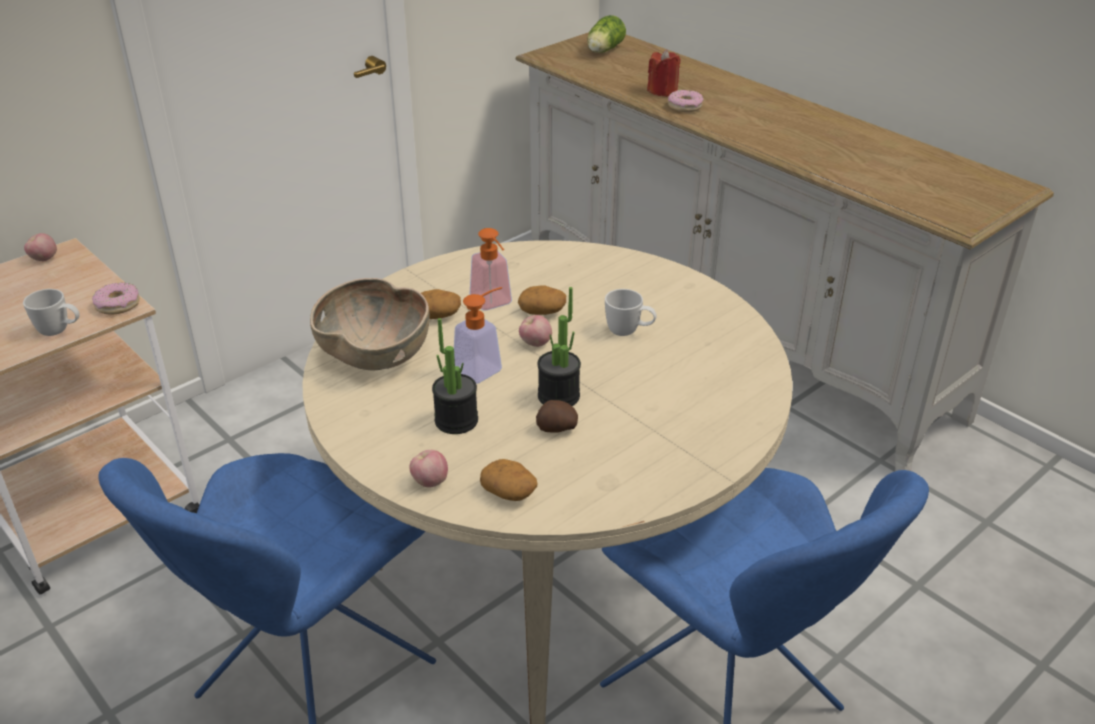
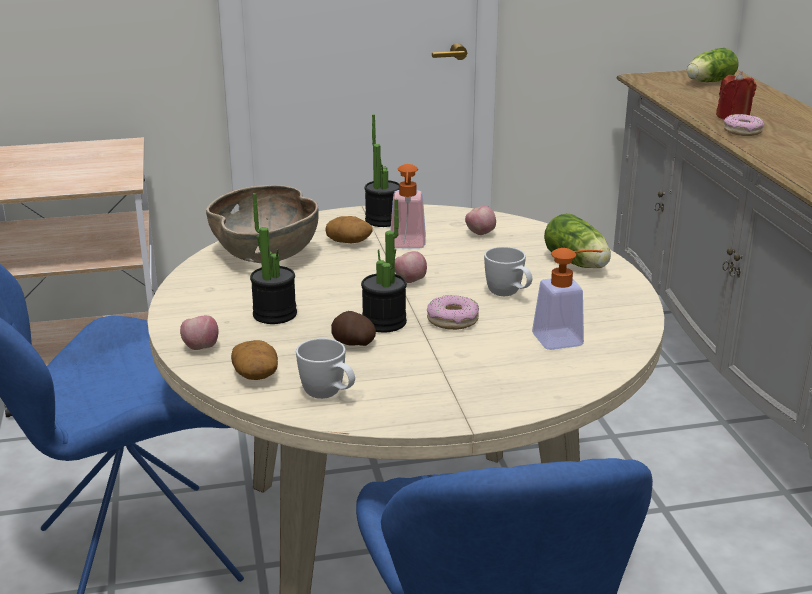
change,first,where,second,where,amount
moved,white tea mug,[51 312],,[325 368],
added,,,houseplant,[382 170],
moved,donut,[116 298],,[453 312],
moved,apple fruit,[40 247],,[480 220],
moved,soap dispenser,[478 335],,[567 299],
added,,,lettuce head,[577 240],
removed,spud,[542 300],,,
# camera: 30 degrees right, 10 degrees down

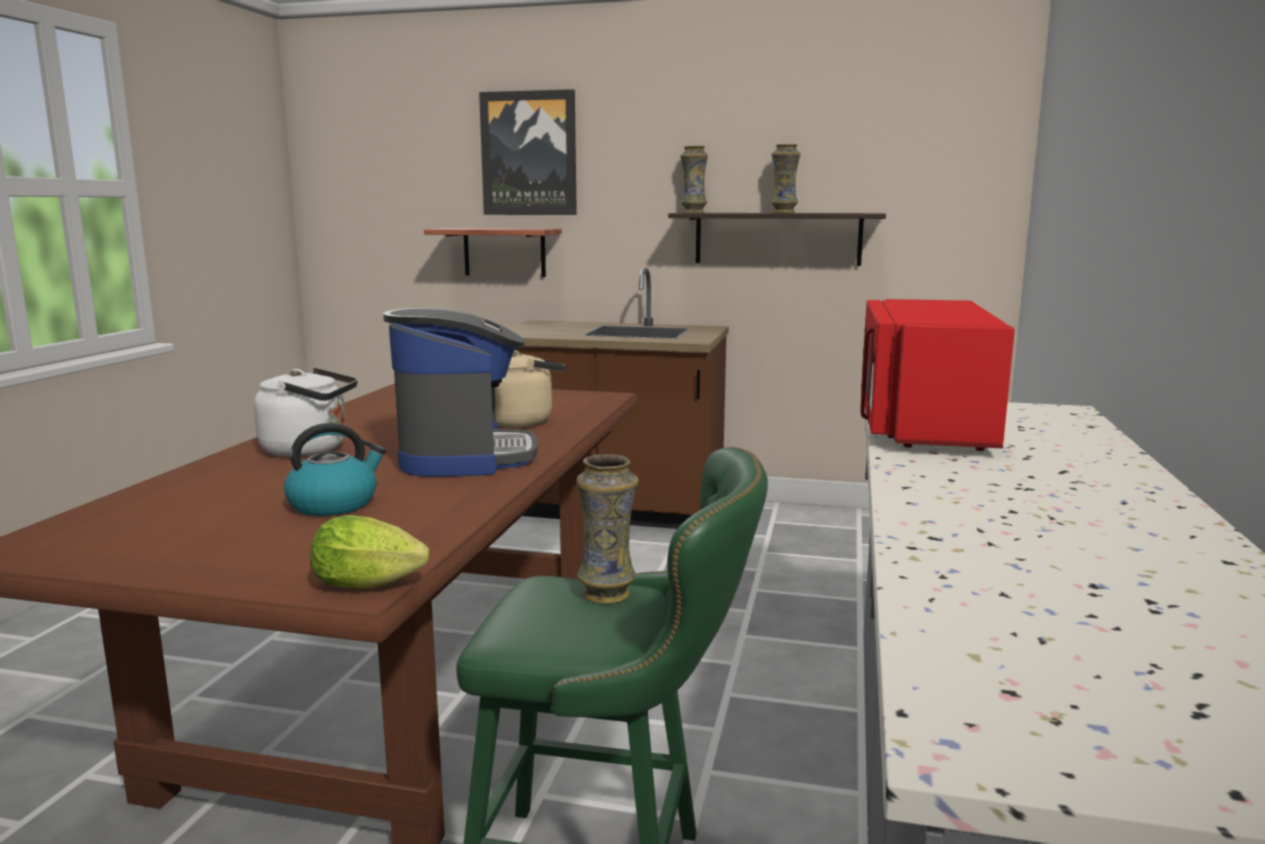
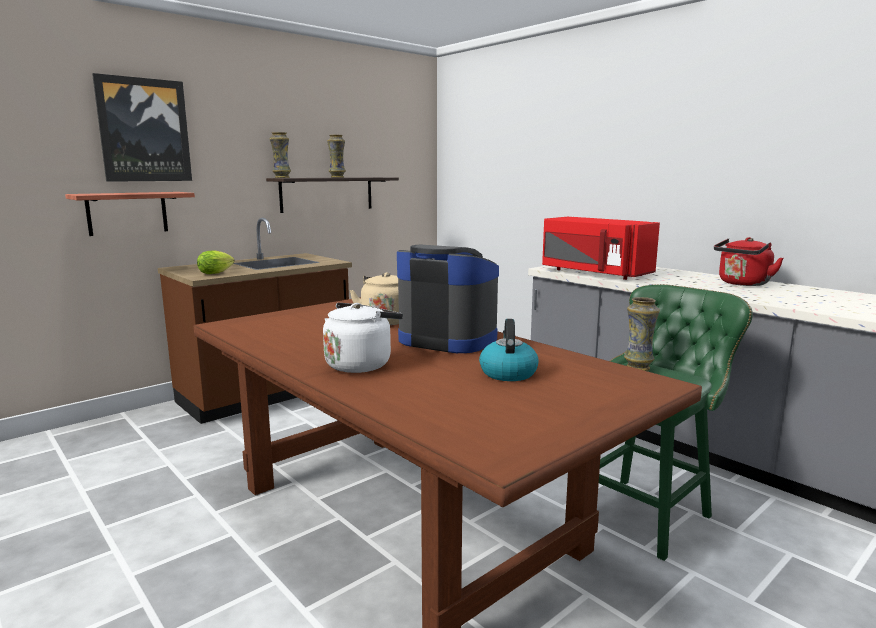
change,first,where,second,where,amount
moved,lettuce head,[369 552],,[215 262],
added,,,red kettle,[749 261],
# camera: 55 degrees left, 0 degrees up

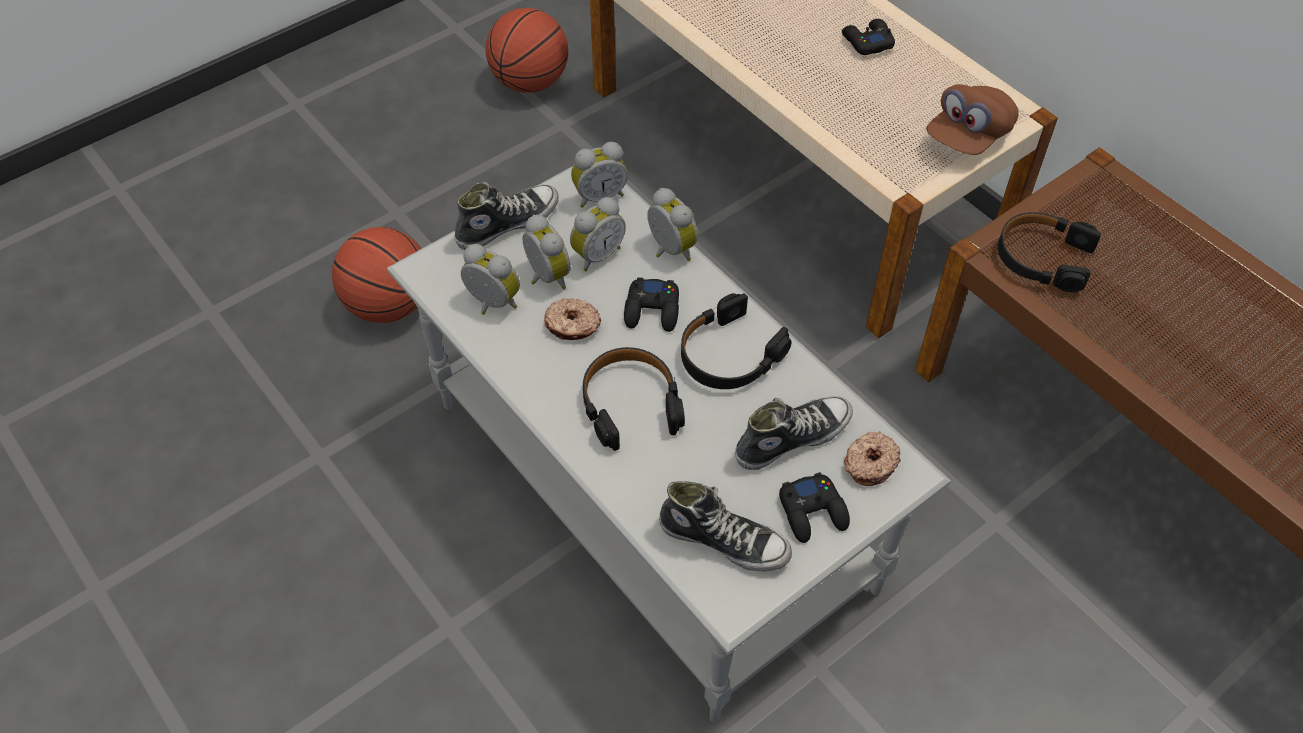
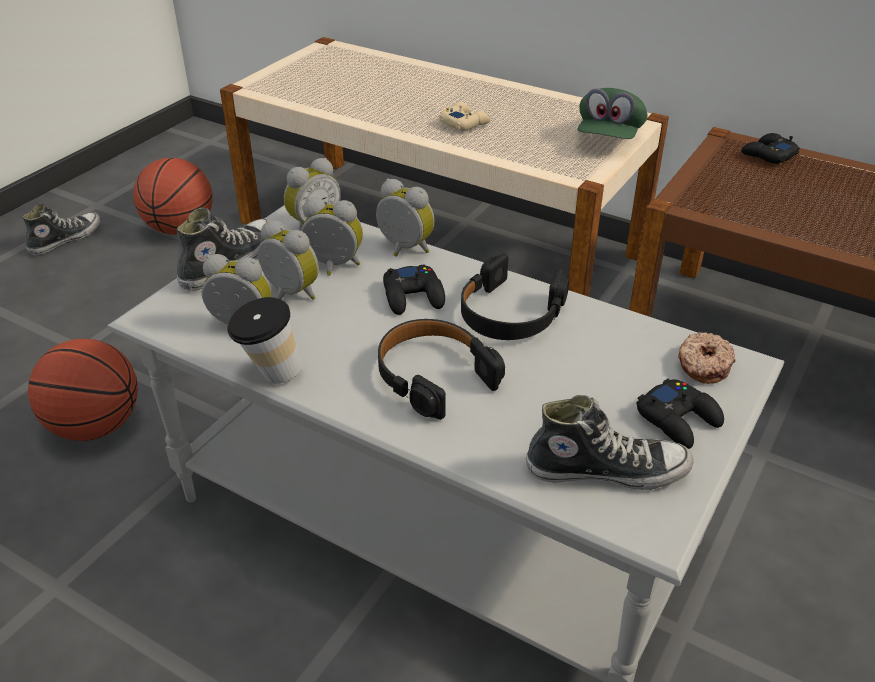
change,first,where,second,where,amount
moved,item of footwear,[794 433],,[61 229],
added,,,cup,[264 340],
turned,bedside clock,[598 234],,[332 236],105 degrees counterclockwise
added,,,sand-coloured joypad,[465 117],
recoloured,brownish baseball cap,[972 119],green-coloured baseball cap,[612 113],
moved,black joypad,[868 37],,[770 148],
removed,donut,[572 319],,,
removed,black headset,[1049 252],,,
# camera: 20 degrees left, 15 degrees down

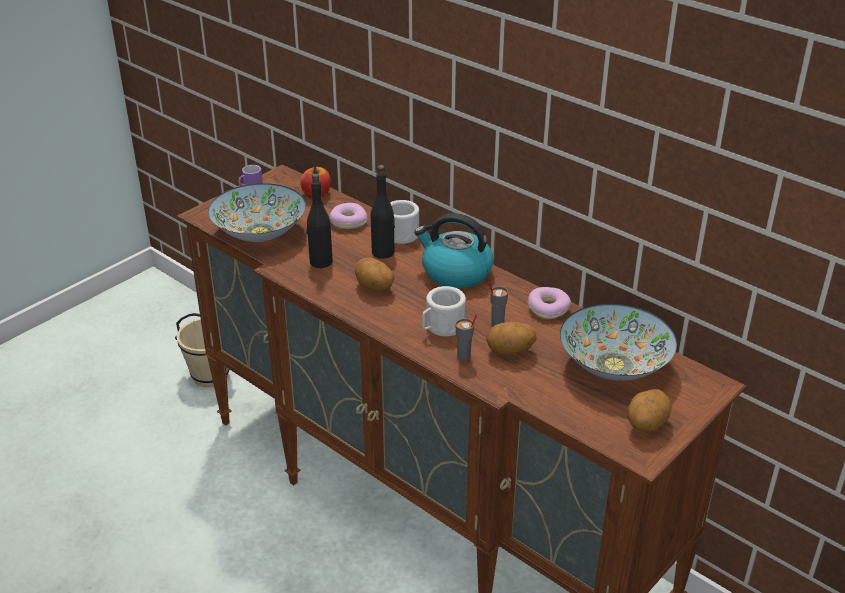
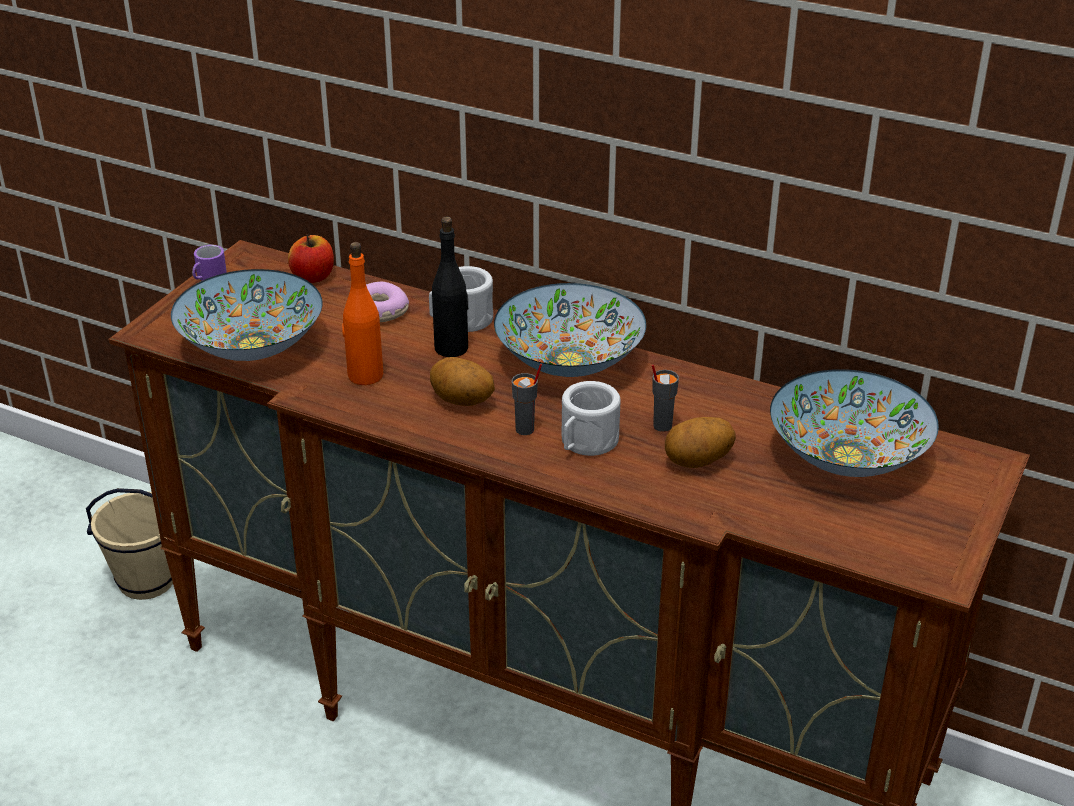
change,first,where,second,where,amount
recoloured,black drink bottle,[319 221],orange drink bottle,[362 313],
replaced,kettle,[453 251],serving bowl,[570 330],
moved,grey cup,[466 338],,[527 399],
removed,donut,[549 303],,,
removed,spud,[649 410],,,
# camera: 15 degrees left, 0 degrees up

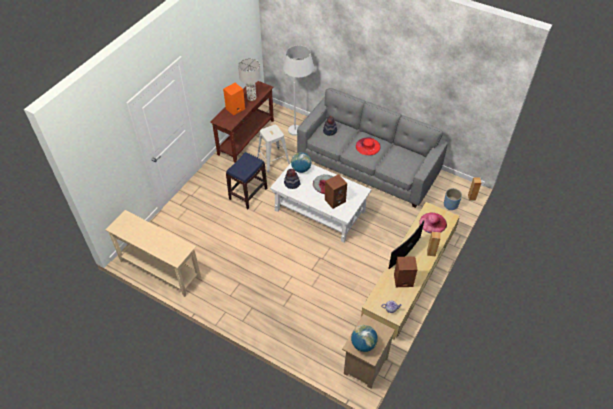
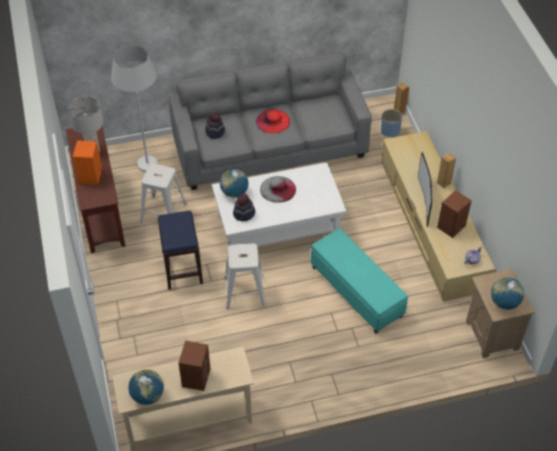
change,first,where,second,where,amount
added,,,globe,[146 387],
moved,brownish audio speaker,[336 191],,[194 366],
added,,,white stool,[245 276],
added,,,turquoise-coloured footrest,[359 281],
removed,pink-coloured hat,[433 223],,,
# camera: 45 degrees left, 0 degrees up

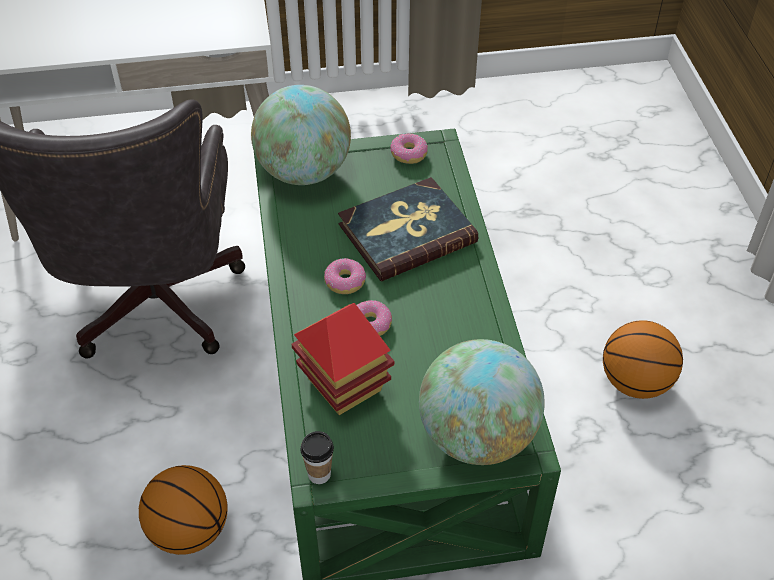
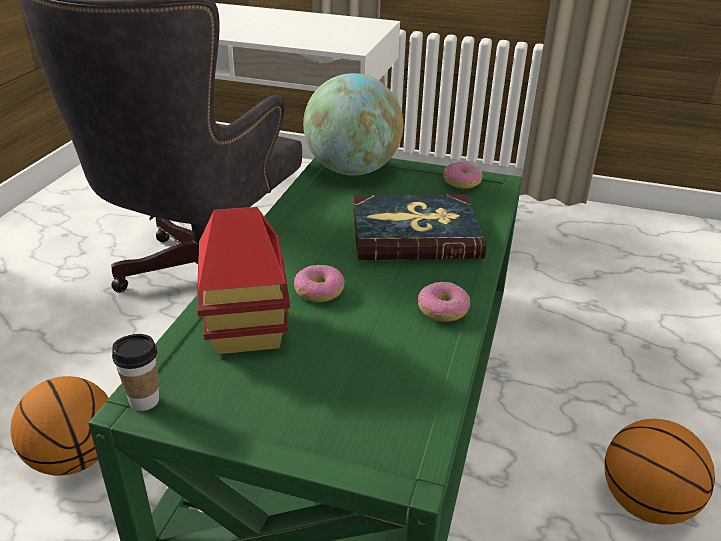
change,first,where,second,where,amount
moved,donut,[345 276],,[444 302],
removed,globe,[482 402],,,
# camera: 25 degrees right, 15 degrees down

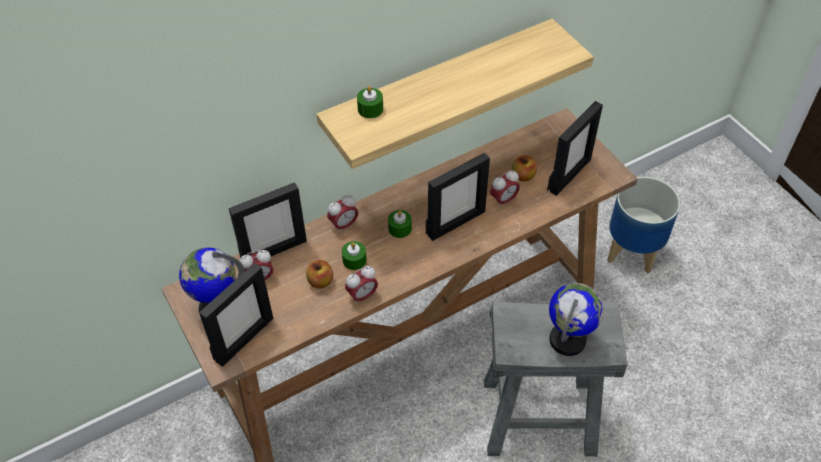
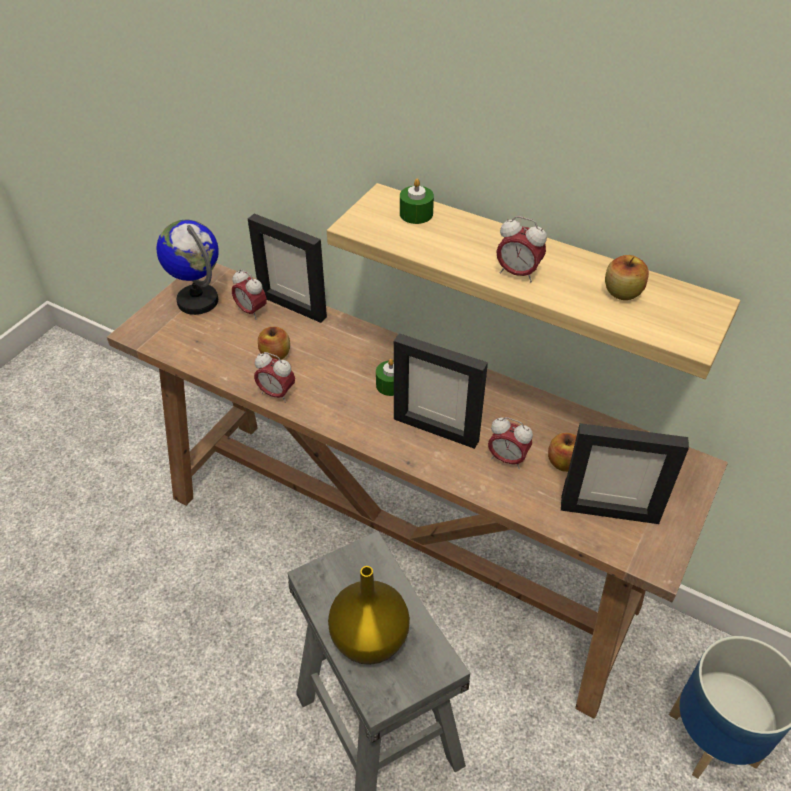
change,first,where,second,where,amount
replaced,globe,[576 319],yellow-coloured decorative vase,[369 615],
moved,bedside clock,[342 214],,[521 249],
added,,,apple fruit,[627 277],
removed,picture frame,[236 315],,,
removed,green-coloured wax light,[354 255],,,
# camera: 60 degrees right, 5 degrees down

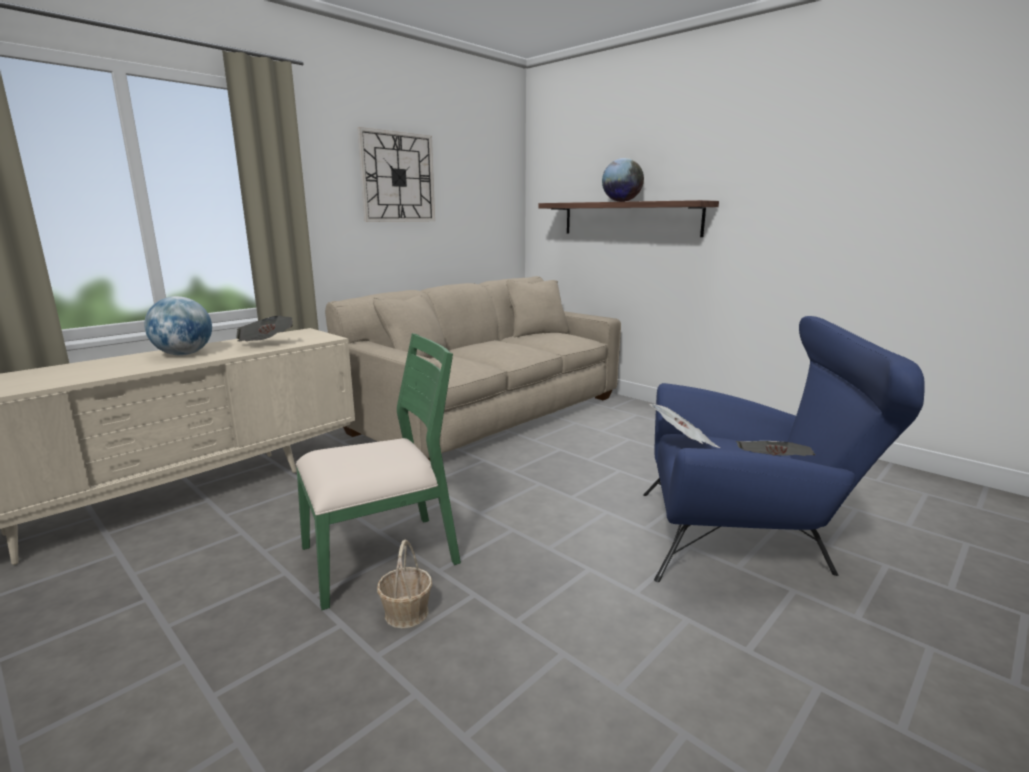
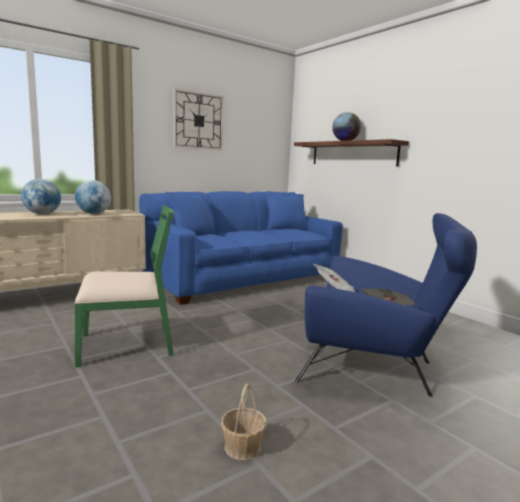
change,first,where,second,where,amount
replaced,printed paper,[264 328],globe,[93 197],
recoloured,sand-coloured settee,[473 368],blue-coloured settee,[241 248],
moved,storage basket,[404 584],,[244 421],
# camera: 10 degrees right, 5 degrees down

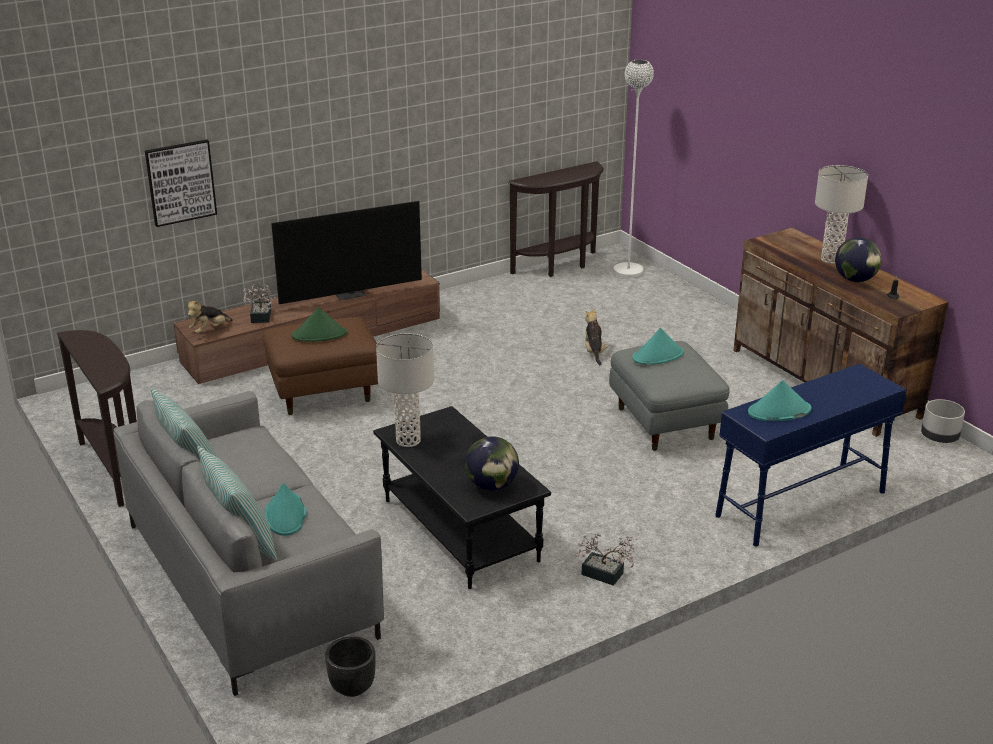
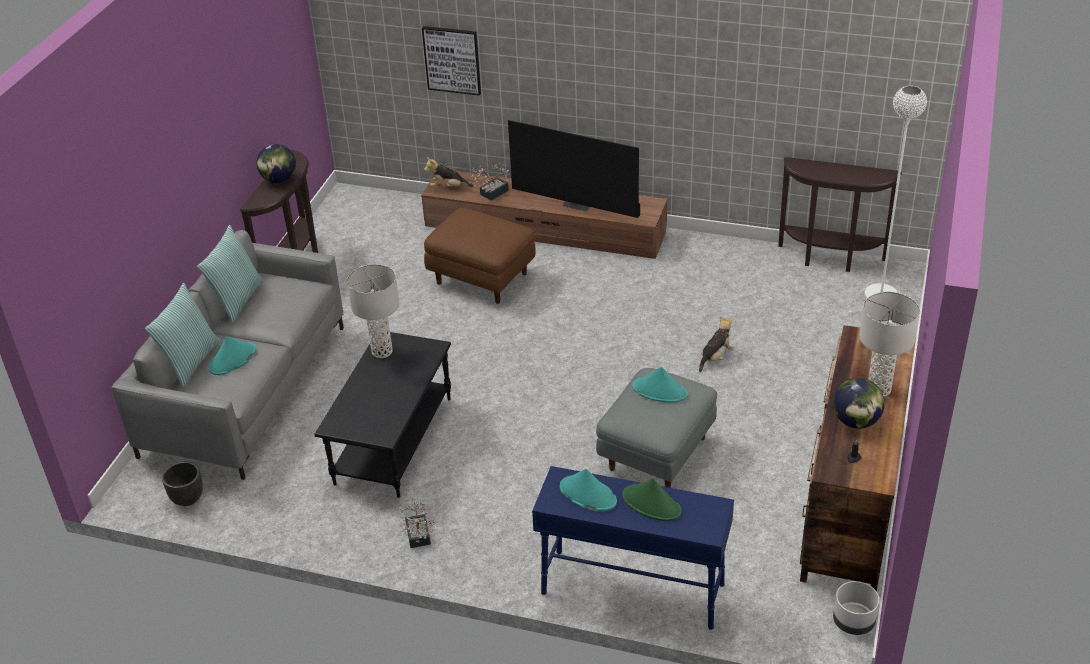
change,first,where,second,where,amount
moved,globe,[492 463],,[276 163],
moved,green-coloured hat,[319 324],,[652 499],
# camera: 50 degrees right, 10 degrees up

